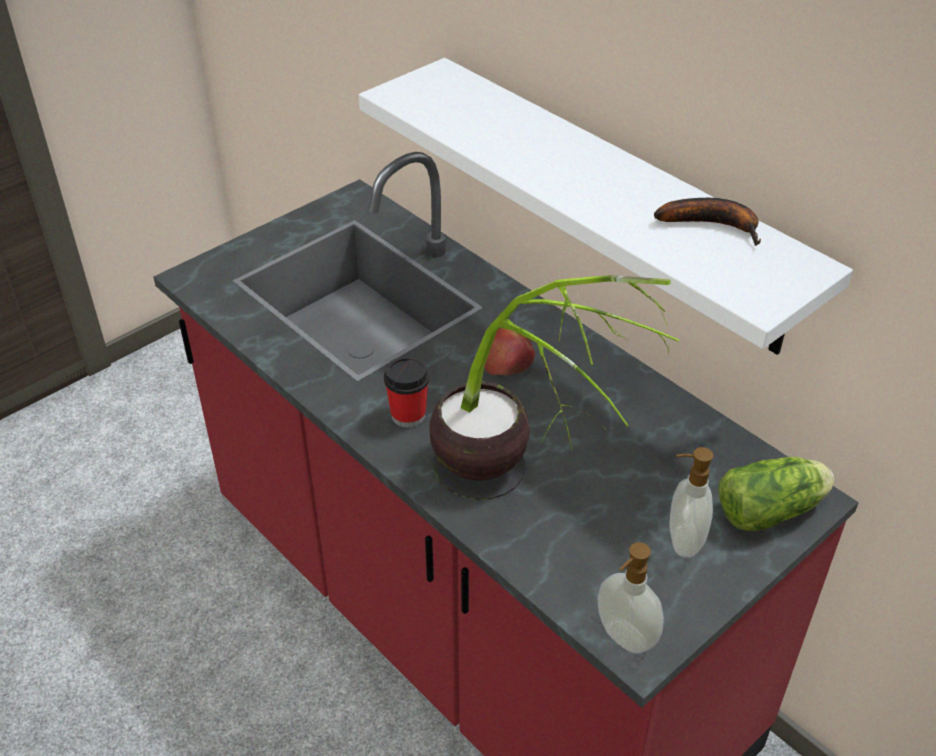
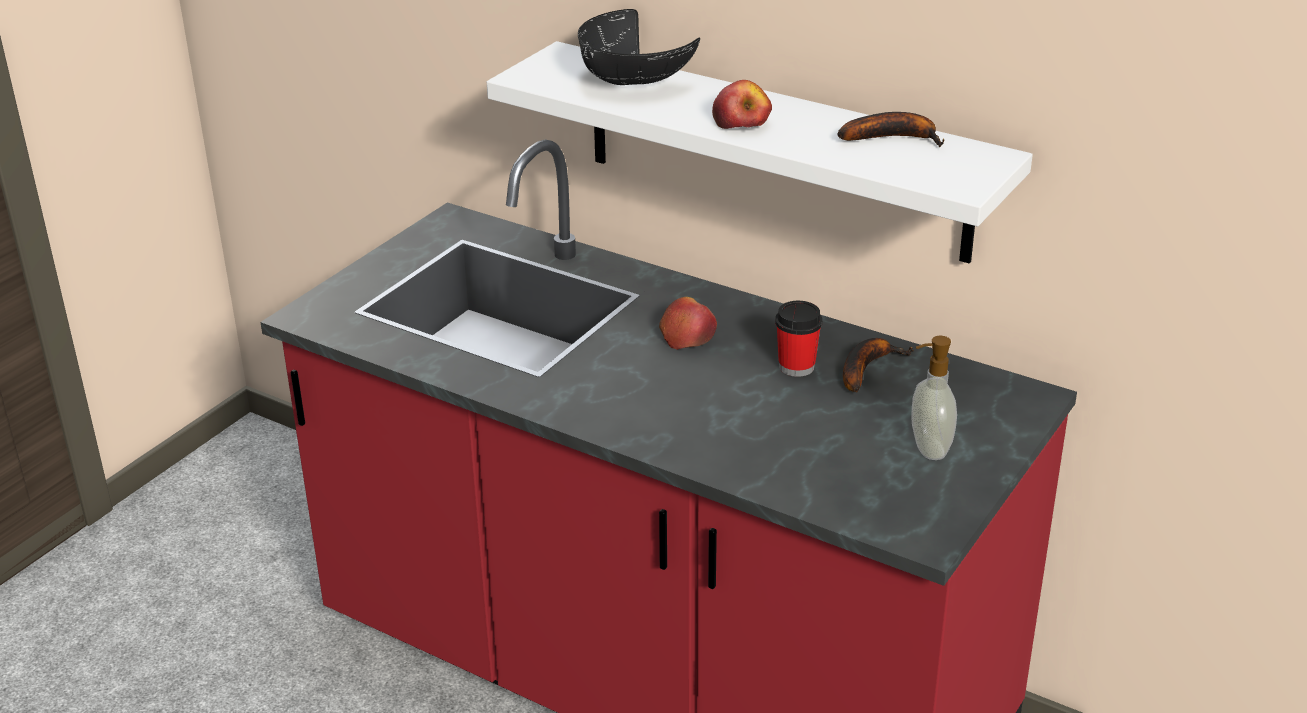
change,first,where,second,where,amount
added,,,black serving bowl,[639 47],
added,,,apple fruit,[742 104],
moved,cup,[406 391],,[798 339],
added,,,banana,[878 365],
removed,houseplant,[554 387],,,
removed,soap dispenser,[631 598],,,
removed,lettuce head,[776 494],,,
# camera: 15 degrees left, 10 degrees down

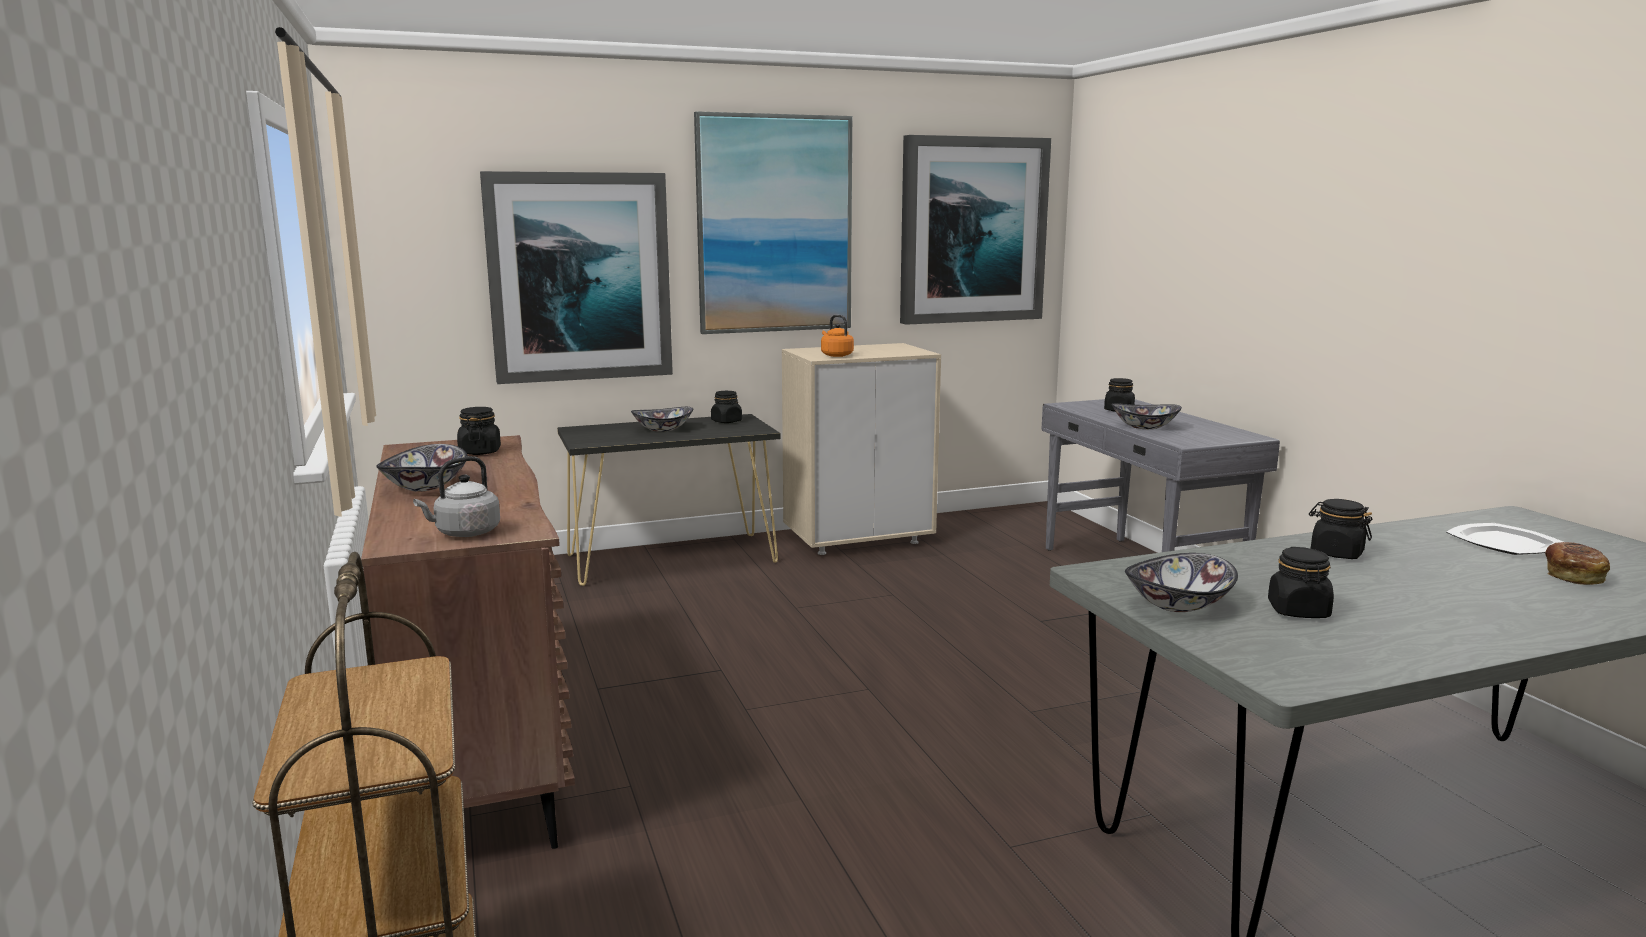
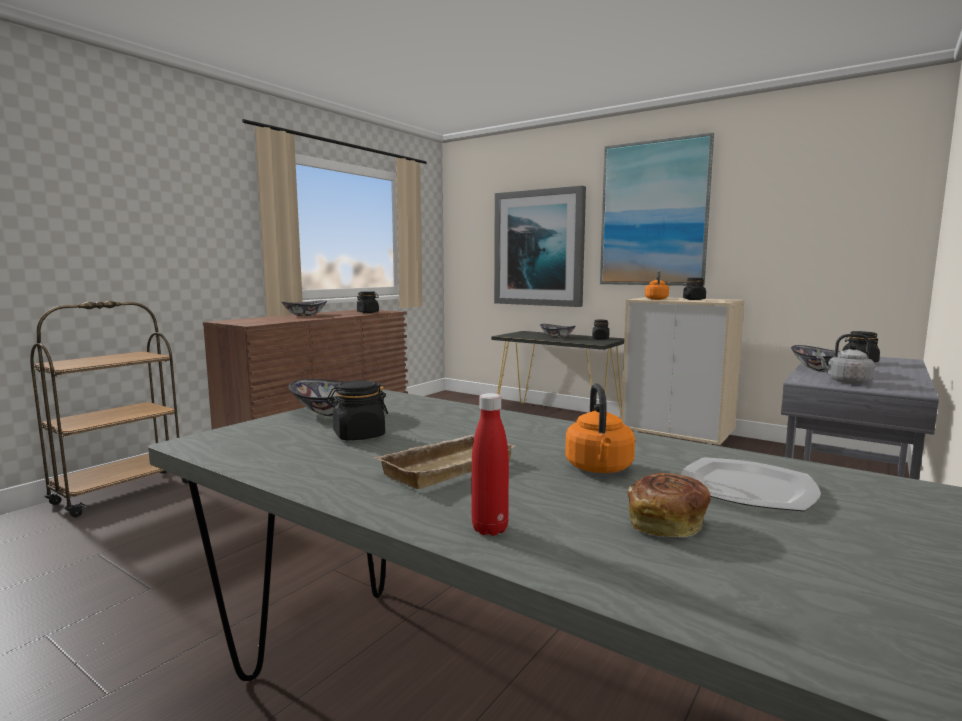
change,first,where,second,where,amount
added,,,sand-coloured serving tray,[445 462],
added,,,red drink bottle,[490 464],
added,,,orange kettle,[600 428],
moved,black jar,[1340 529],,[694 289],
moved,grey kettle,[456 496],,[845 359],
removed,wall art,[975 230],,,
# camera: 55 degrees right, 5 degrees down

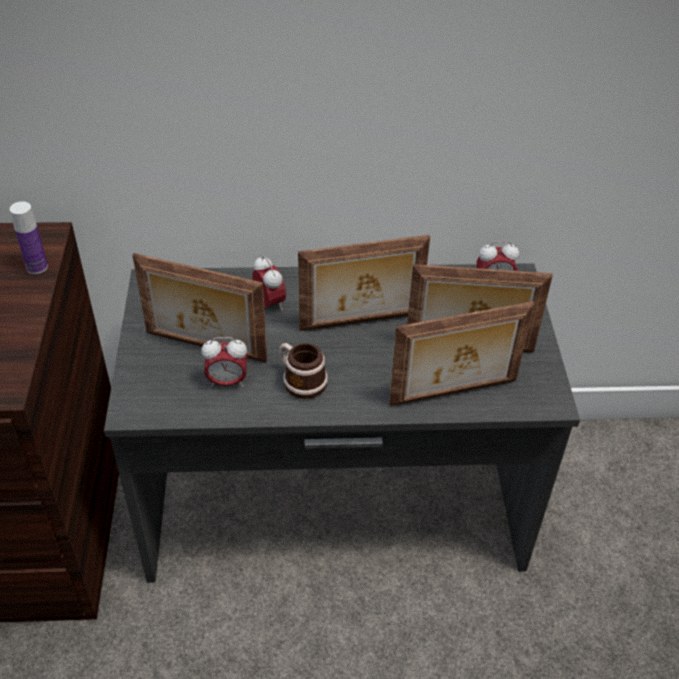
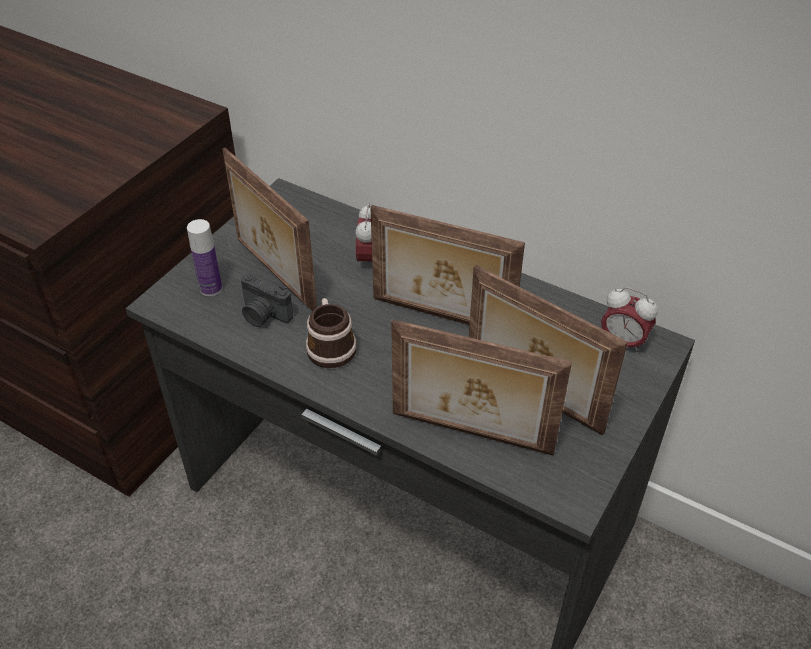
change,first,where,second,where,amount
moved,drink bottle,[29 237],,[204 257],
replaced,bedside clock,[224 362],still camera,[267 300],
# camera: 35 degrees right, 0 degrees up

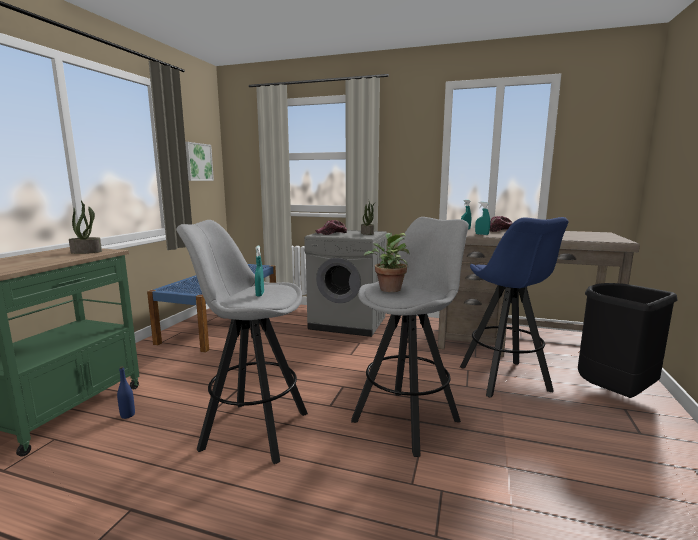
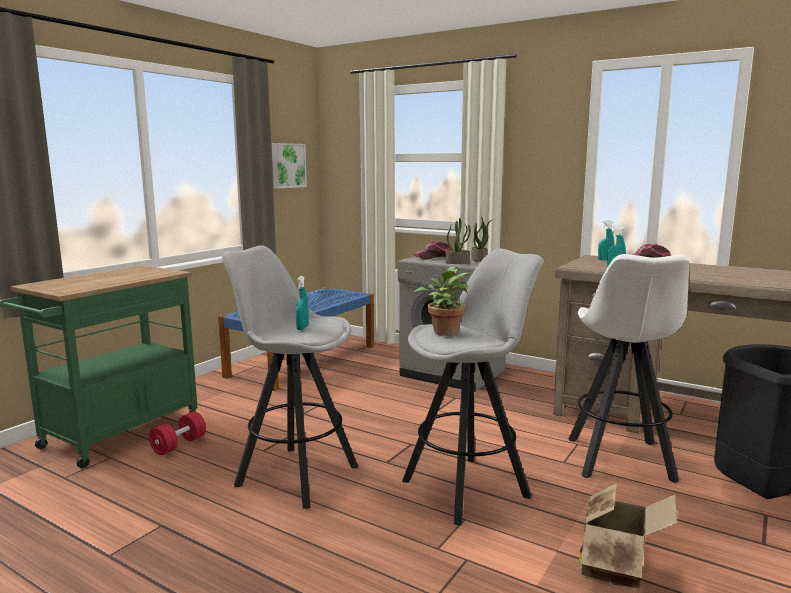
change,first,where,second,where,amount
replaced,blue-coloured drink bottle,[126 392],red hand weight,[177 433],
moved,houseplant,[85 227],,[458 241],
recoloured,blue-coloured stool,[514 307],white stool,[628 368],
added,,,cardboard box,[628 536],
# camera: 15 degrees right, 0 degrees up

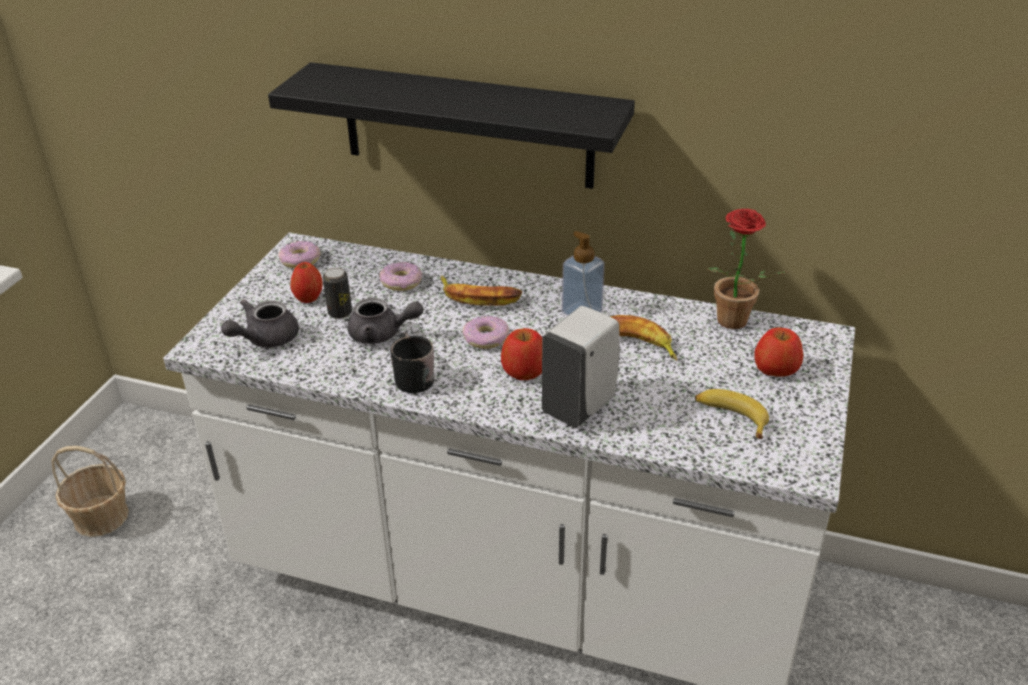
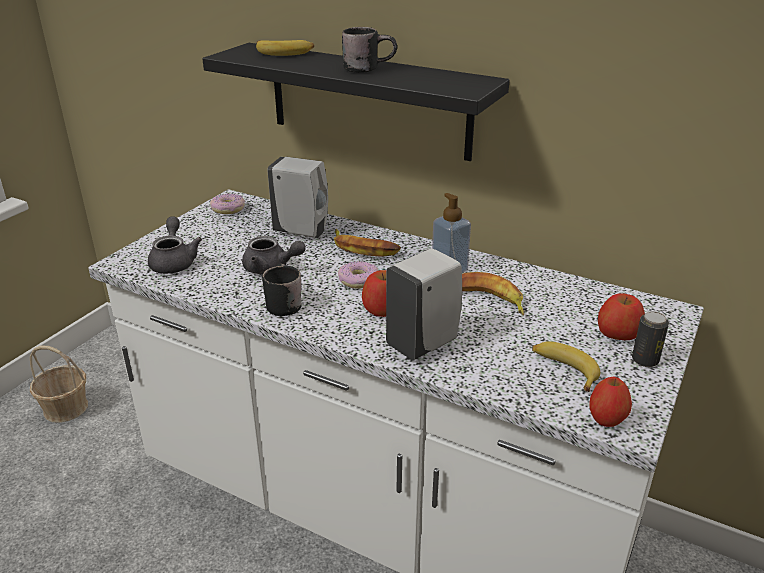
change,first,where,second,where,amount
turned,grey pot for tea,[260 323],,[175 245],120 degrees clockwise
added,,,banana,[285 48],
replaced,donut,[401 276],white soap dispenser,[297 197],
added,,,black tea mug,[369 50],
moved,apple fruit,[306 282],,[610 402],
moved,can,[337 293],,[650 339],
removed,houseplant,[746 269],,,
# camera: 10 degrees right, 5 degrees down

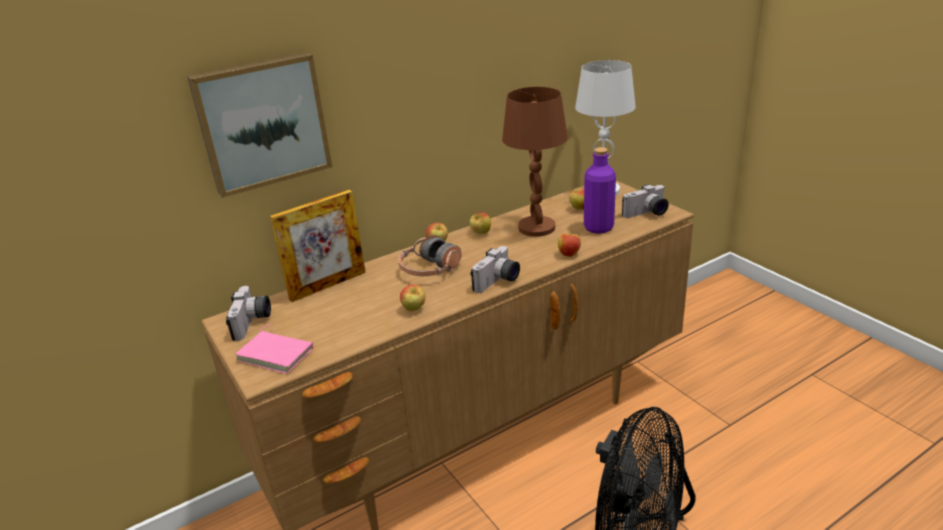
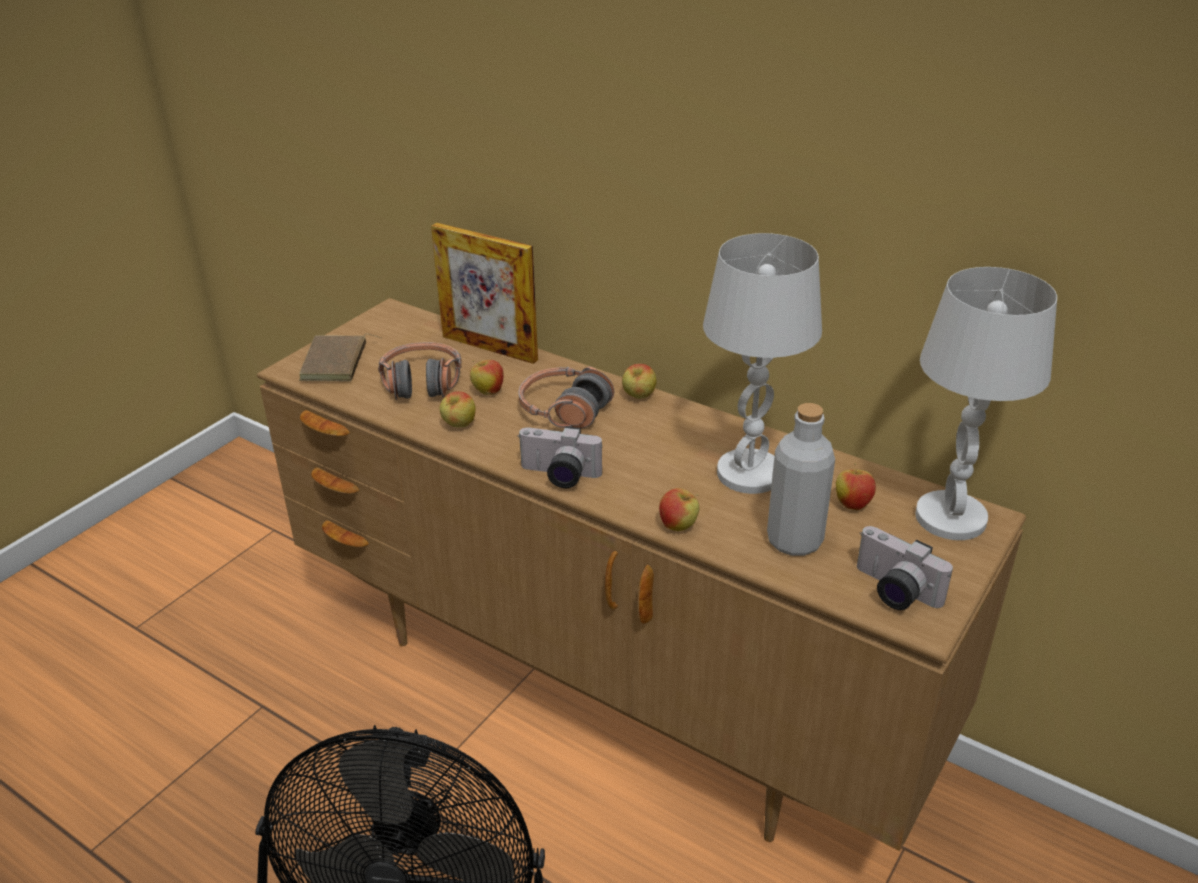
change,first,where,second,where,amount
recoloured,pink-coloured bound book,[274 349],brownish bound book,[340 358],
added,,,headset,[420 371],
moved,apple fruit,[480 223],,[487 377],
recoloured,brownish tabletop lamp,[535 162],white tabletop lamp,[762 363],
recoloured,purplish drink bottle,[600 190],grey drink bottle,[801 479],
removed,wall art,[259 125],,,
removed,still camera,[248 313],,,
# camera: 65 degrees right, 5 degrees up

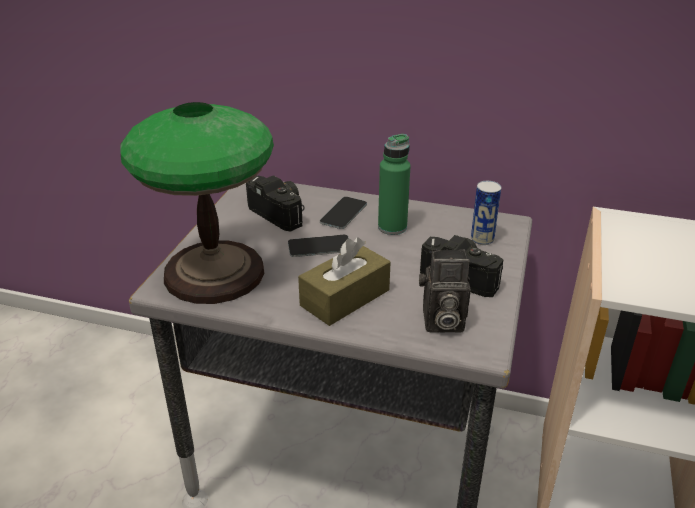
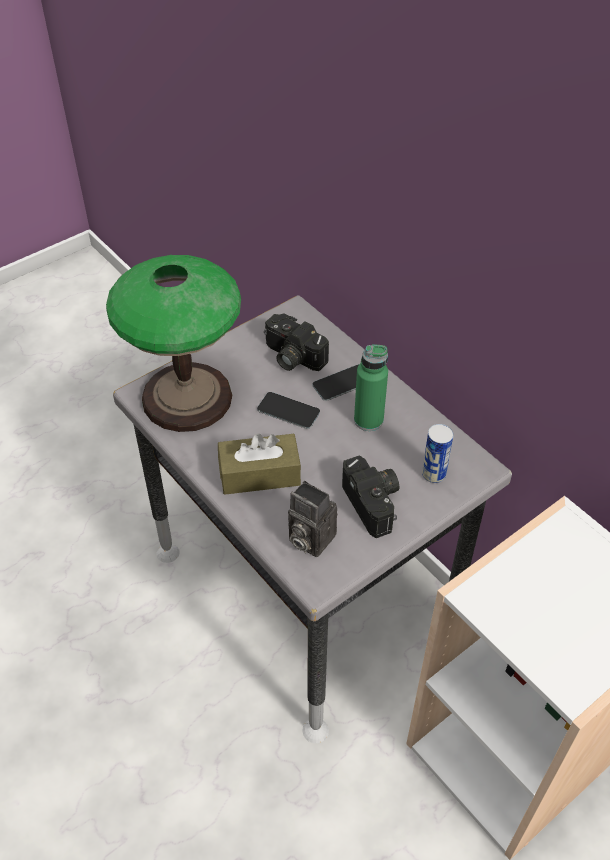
change,first,where,second,where,amount
turned,still camera,[275 204],,[296 342],135 degrees clockwise
# camera: 35 degrees right, 15 degrees up

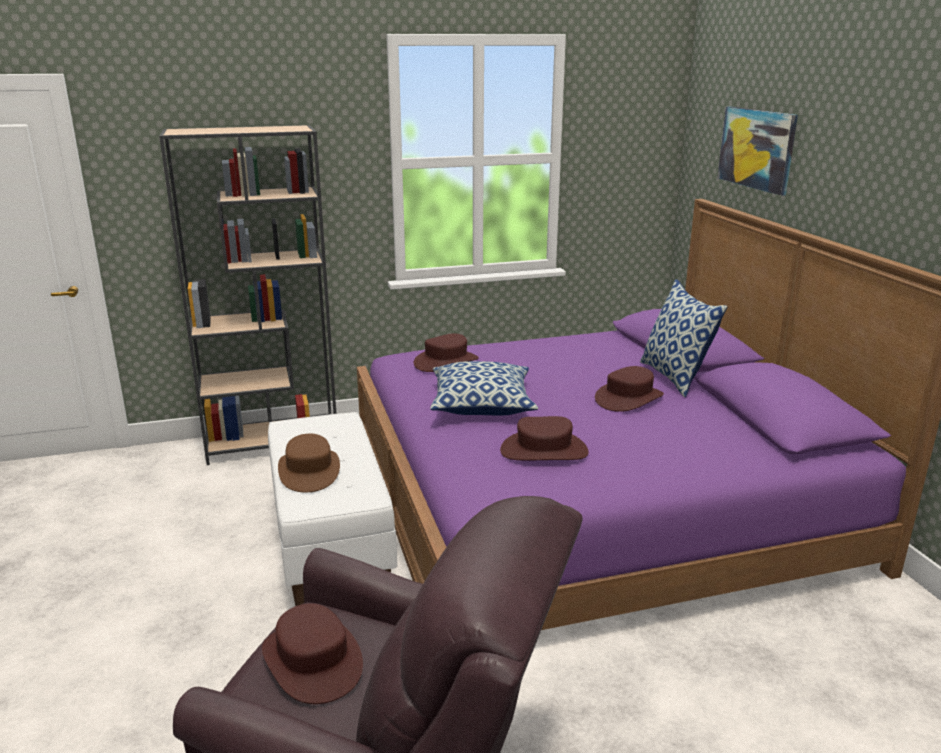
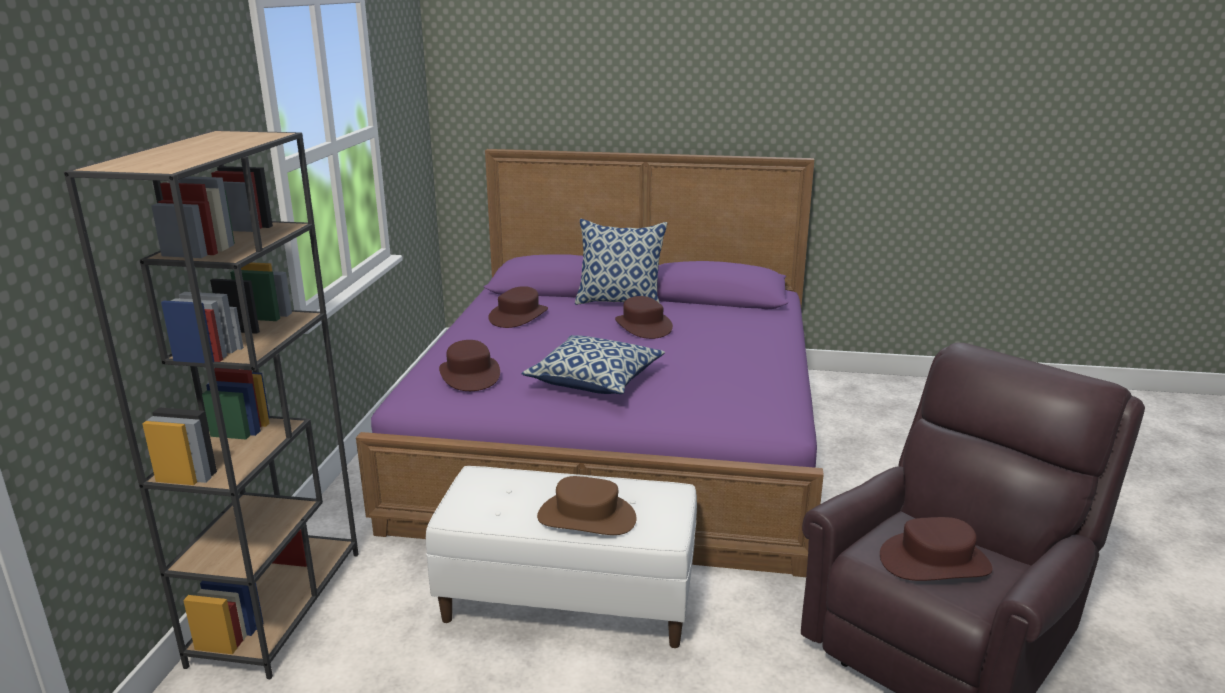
change,first,where,second,where,amount
moved,brownish hat,[544 438],,[518 307],
removed,wall art,[757 151],,,
# camera: 65 degrees left, 0 degrees up

